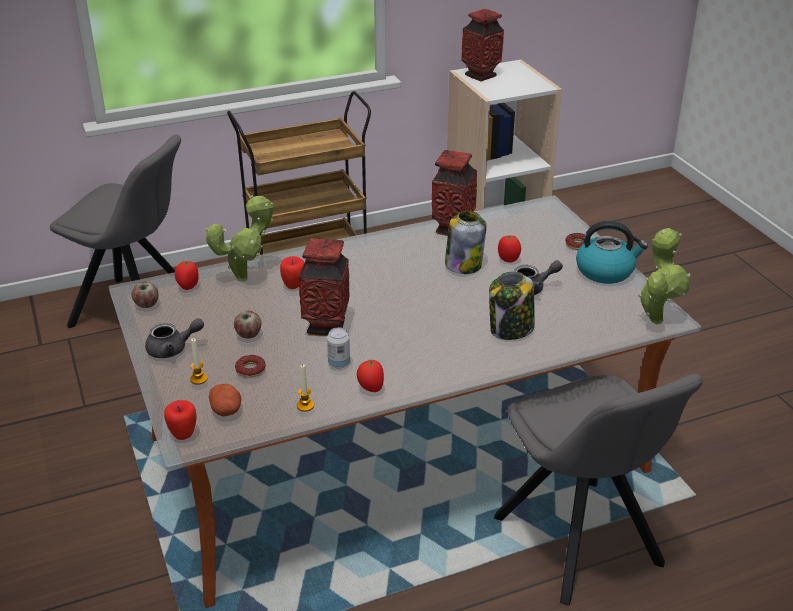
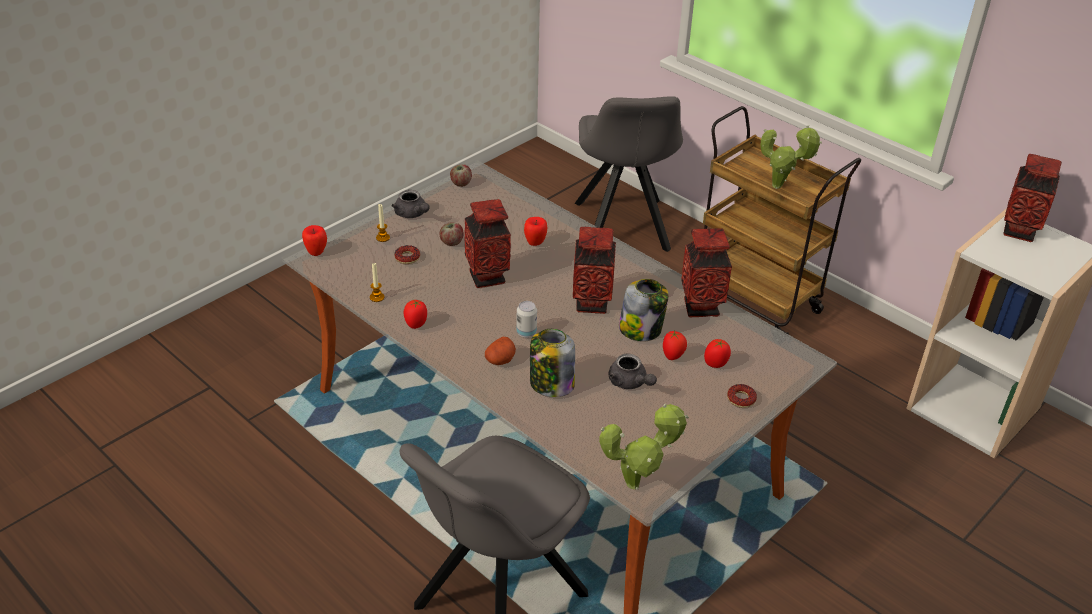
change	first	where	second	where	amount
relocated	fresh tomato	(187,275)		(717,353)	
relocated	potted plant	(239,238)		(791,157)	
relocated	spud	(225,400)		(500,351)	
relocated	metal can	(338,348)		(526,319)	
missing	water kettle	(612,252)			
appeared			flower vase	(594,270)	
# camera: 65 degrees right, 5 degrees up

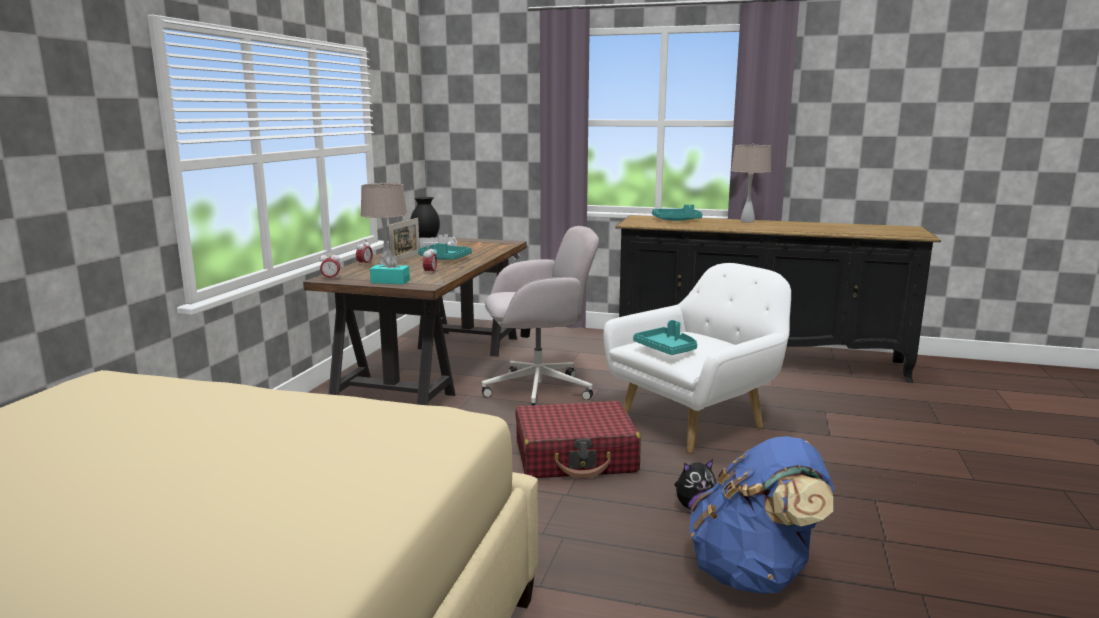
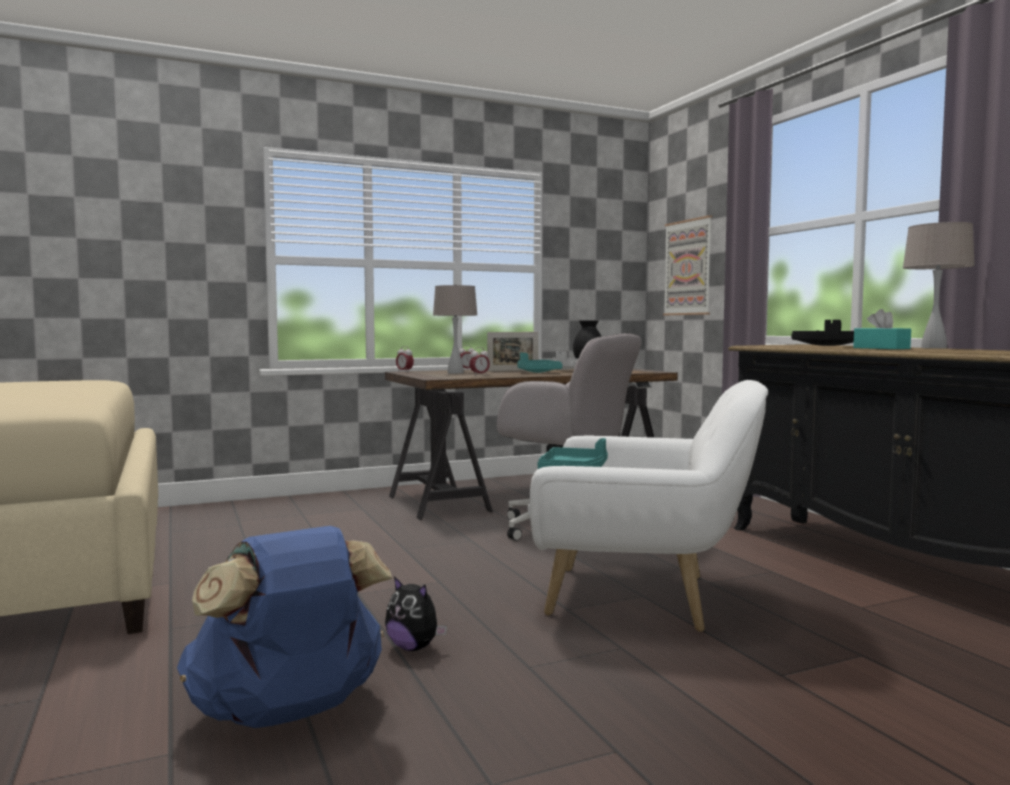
change	first	where	second	where	amount
relocated	blue-green box of tissues	(390,268)		(882,329)	
missing	red-coloured suitcase	(578,440)			
colour	blue-green tray	(677,212)	black tray	(823,333)	
appeared			wall art	(687,265)	
# camera: 50 degrees right, 10 degrees down

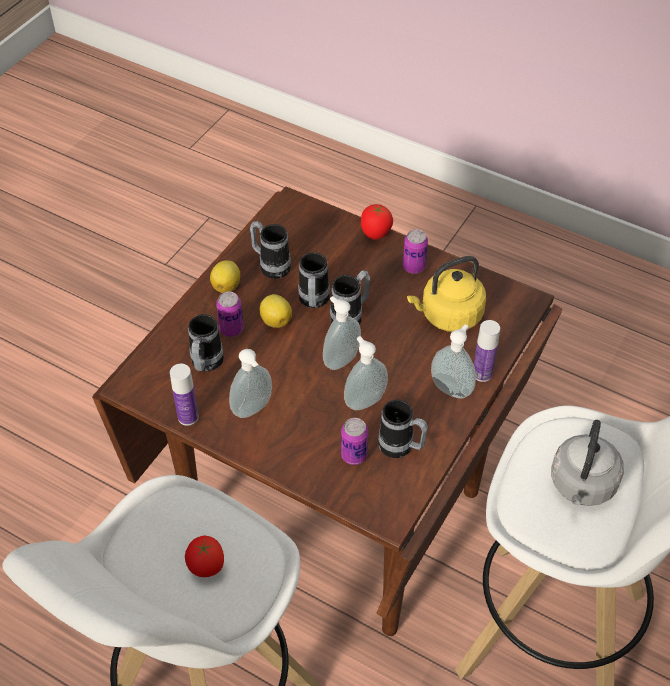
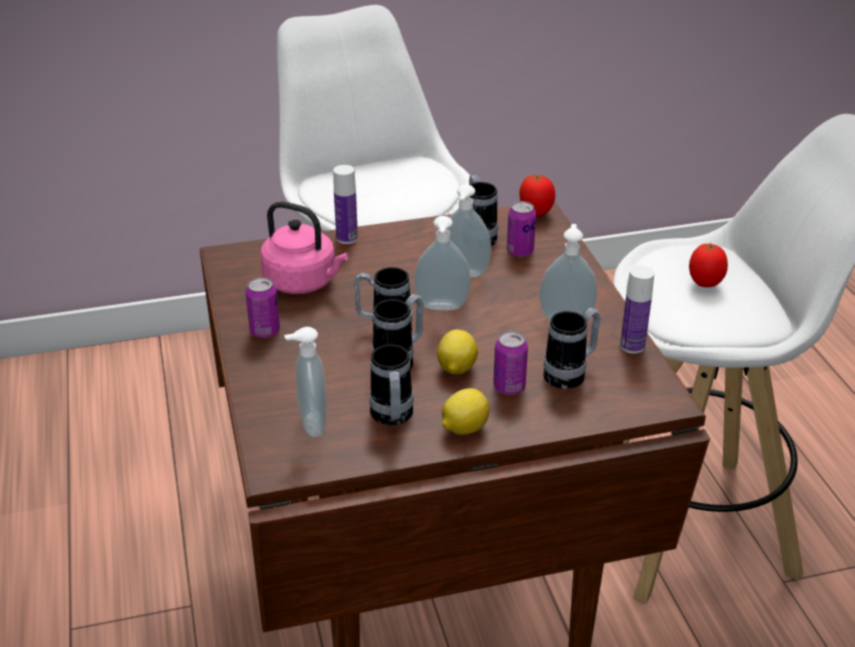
change	first	where	second	where	amount
relocated	fresh tomato	(377,222)		(537,195)	
colour	yellow water kettle	(446,294)	pink water kettle	(304,248)	
relocated	soap dispenser	(453,361)		(305,382)	
missing	greyish water kettle	(587,463)			
# camera: 135 degrees left, 15 degrees down

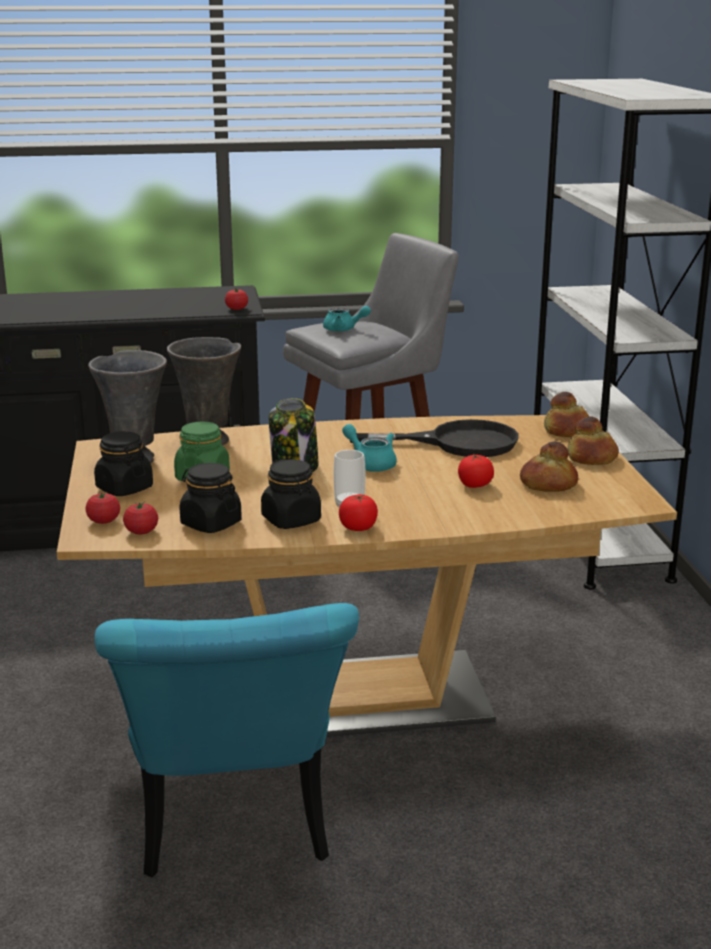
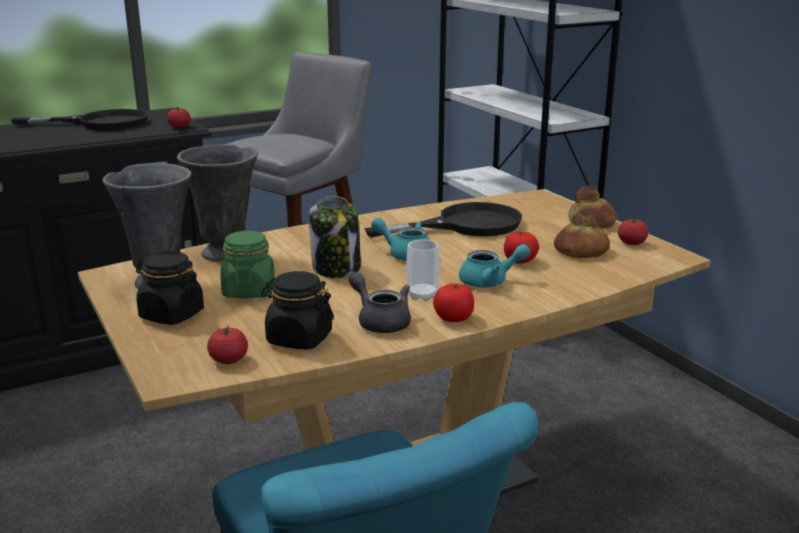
change	first	where	second	where	amount
relocated	fresh tomato	(103,507)		(633,231)	
exchanged	black jar	(291,494)	greyish teapot	(380,303)	
relocated	blue-green teapot	(347,319)		(495,266)	
missing	bread	(566,414)			
appeared			black skillet	(79,119)	
# camera: 20 degrees left, 0 degrees up

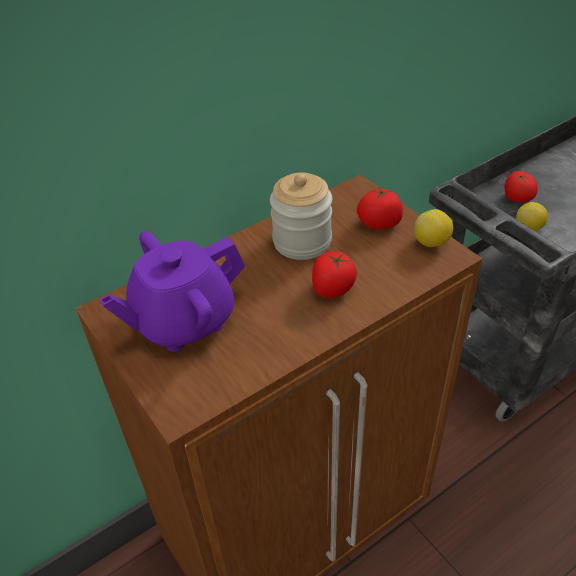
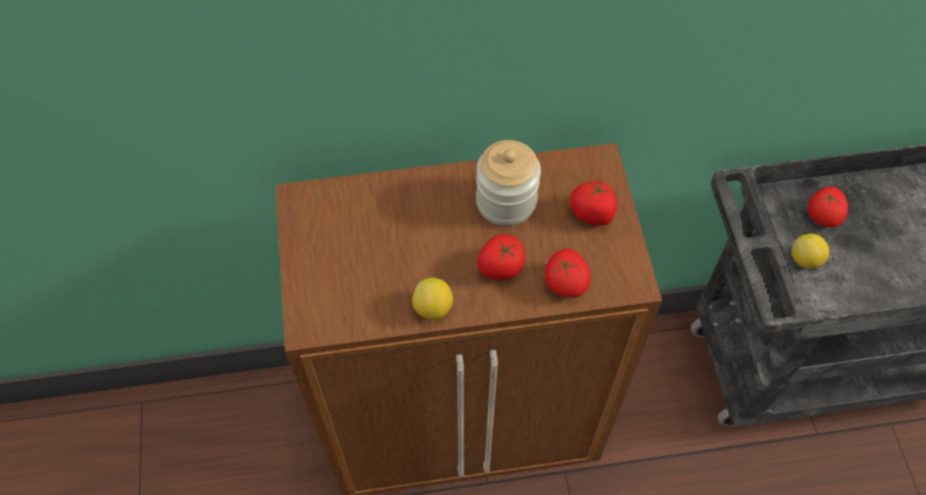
change	first	where	second	where	amount
missing	purplish teapot	(172,291)			
relocated	whole lemon	(434,228)		(432,298)	
appeared			fresh tomato	(567,273)	
# camera: 25 degrees right, 15 degrees up

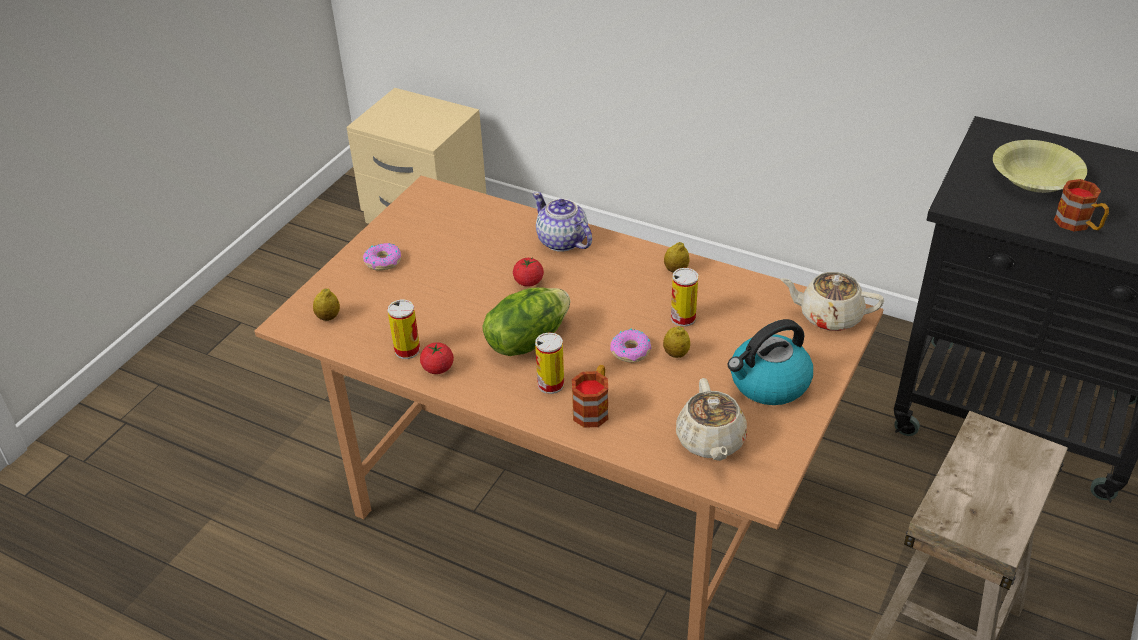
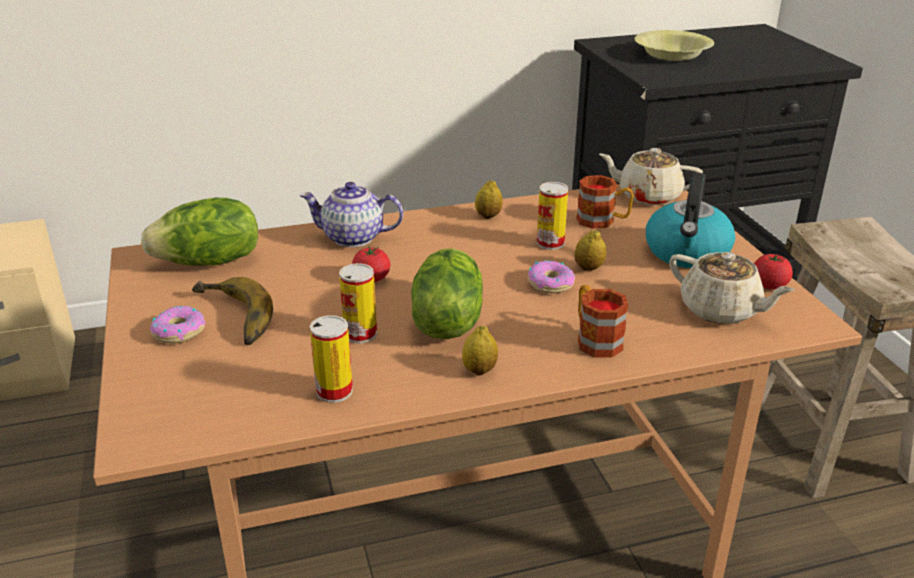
change	first	where	second	where	amount
relocated	whole lemon	(326,304)		(480,351)	
relocated	fresh tomato	(437,358)		(773,272)	
relocated	metal can	(549,363)		(358,303)	
spun	sand-coloured teapot	(832,301)		(651,176)	45 degrees clockwise
relocated	coffee mug	(1081,205)		(605,202)	
appeared			lettuce head	(199,232)	
appeared			banana	(232,311)	
# camera: 45 degrees left, 10 degrees down

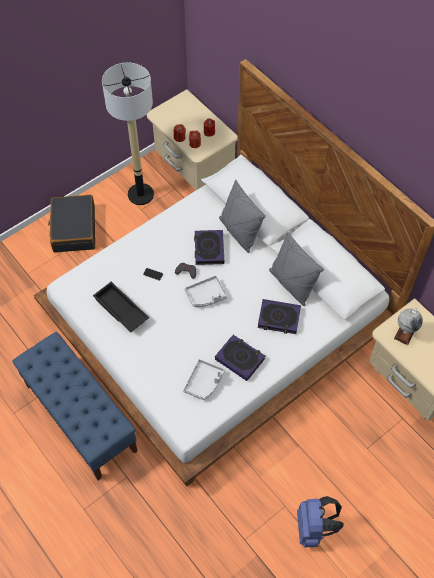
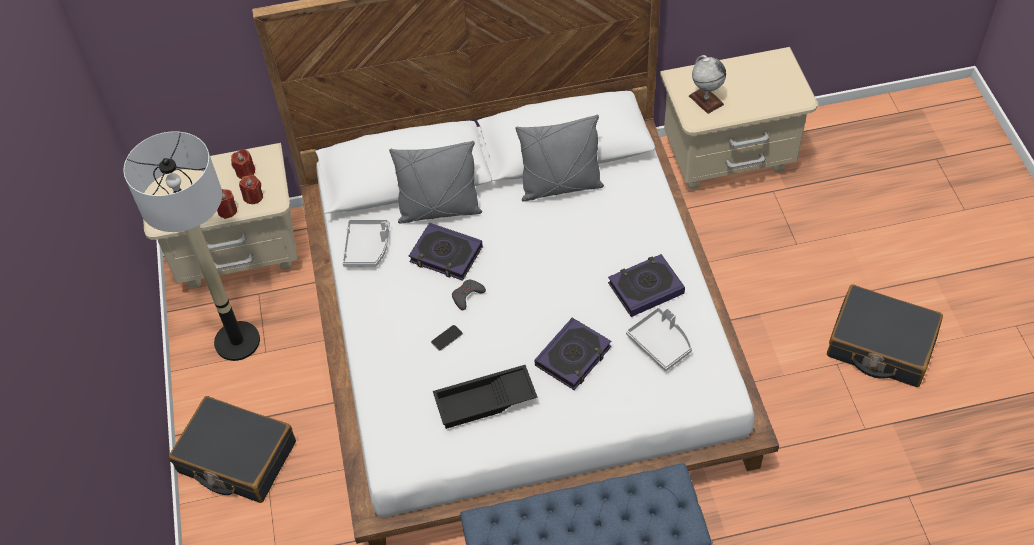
change	first	where	second	where	amount
relocated	greyish tray	(206,291)		(366,243)	
relocated	bound book	(279,316)		(573,354)	
exchanged	blue knapsack	(320,521)	black suitcase	(885,335)	
# camera: 60 degrees left, 5 degrees down

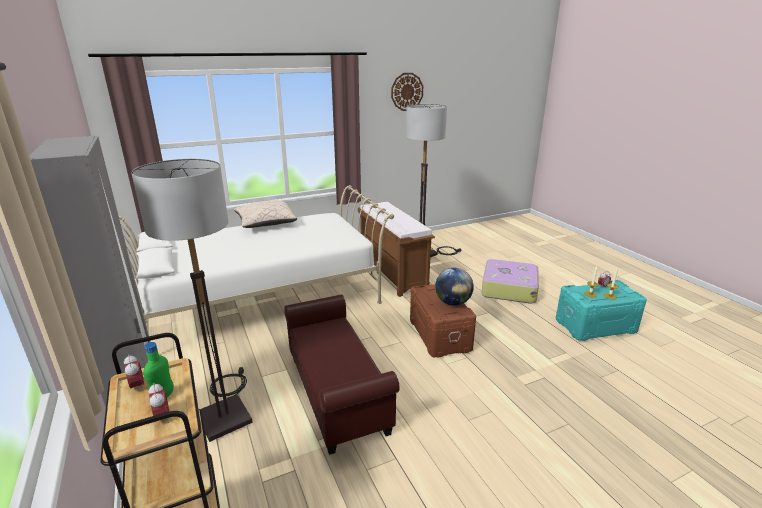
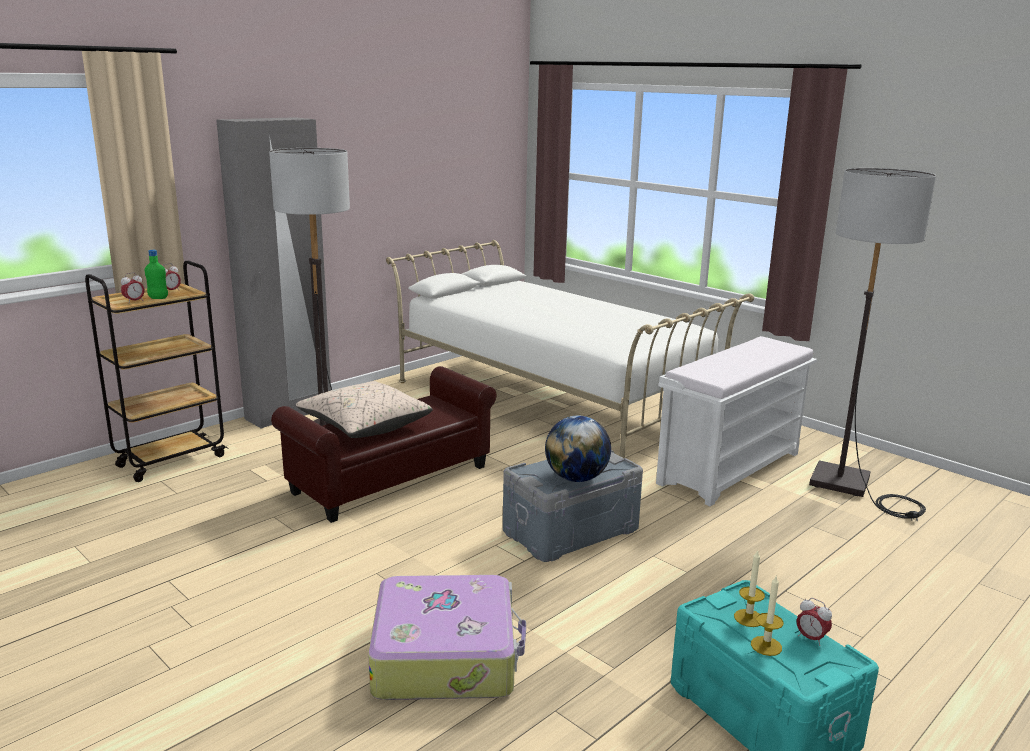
change	first	where	second	where	amount
relocated	sand-coloured cushion	(265,214)		(364,409)	
colour	brown-coloured indoor bench	(396,249)	white-coloured indoor bench	(736,421)	
missing	clock on the wall	(407,92)			
colour	brown-coloured storage container	(443,321)	greyish storage container	(573,506)	
relocated	suitcase	(510,281)		(447,637)	
# camera: 70 degrees right, 5 degrees down

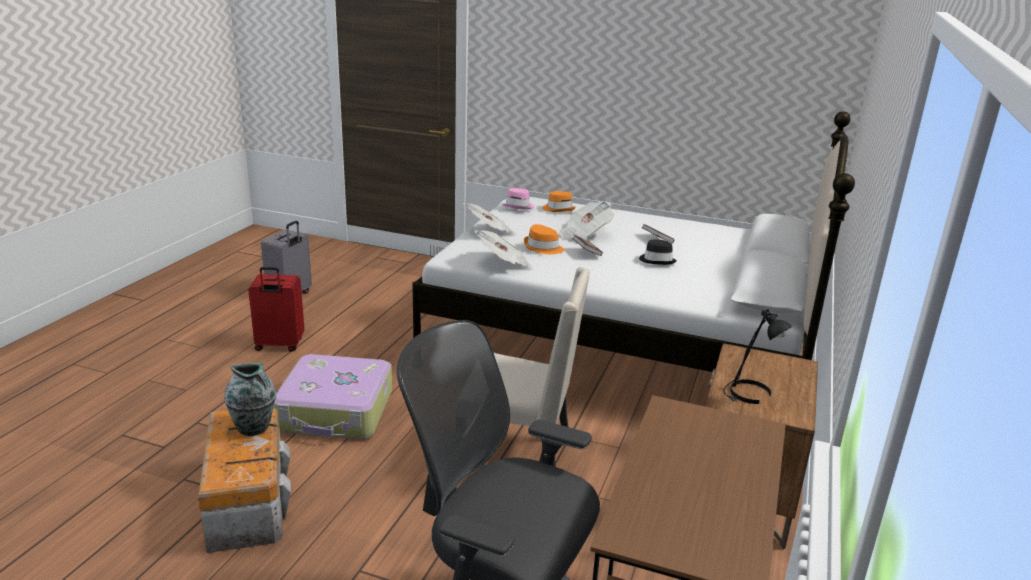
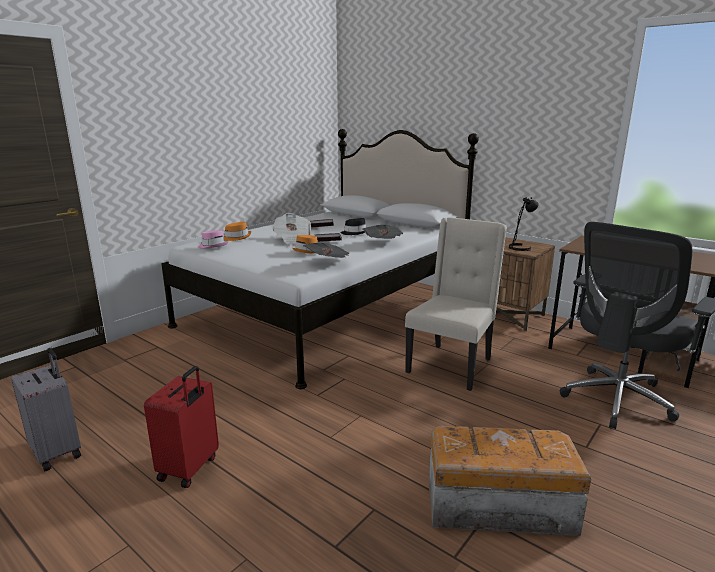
change	first	where	second	where	amount
missing	flower vase	(250,399)			
missing	suitcase	(332,396)			
relocated	daily paper	(489,218)		(383,232)	
# camera: 70 degrees left, 5 degrees down

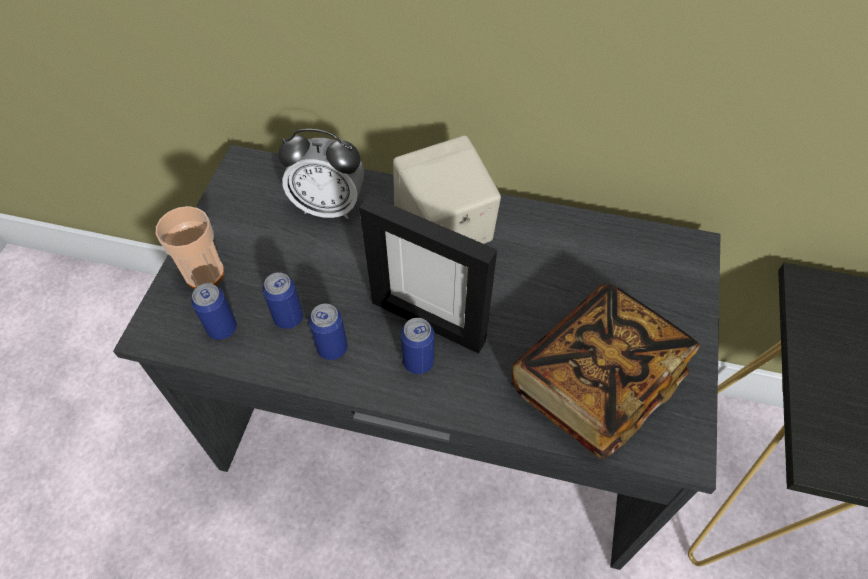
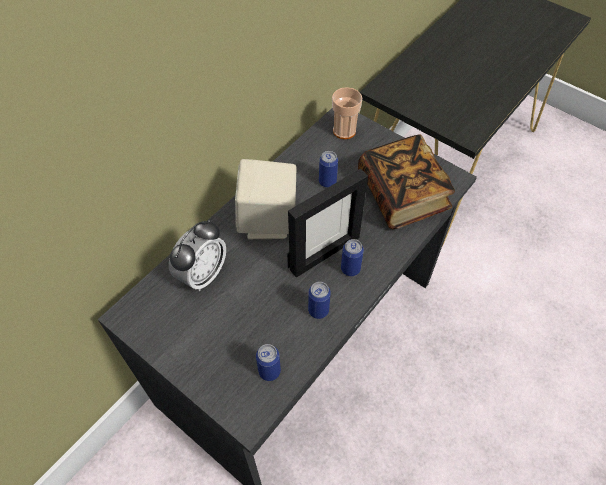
change	first	where	second	where	amount
relocated	drinking cup	(190,247)		(347,113)	
relocated	metal can	(283,300)		(328,169)	
# camera: 65 degrees left, 0 degrees up

